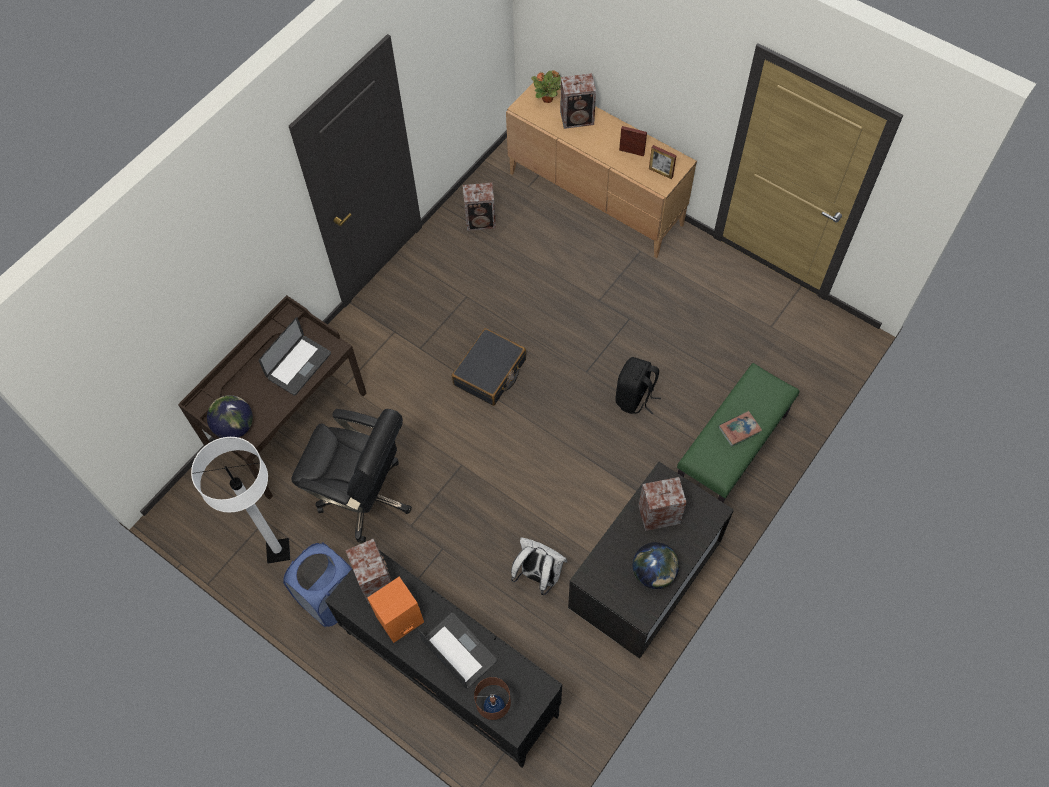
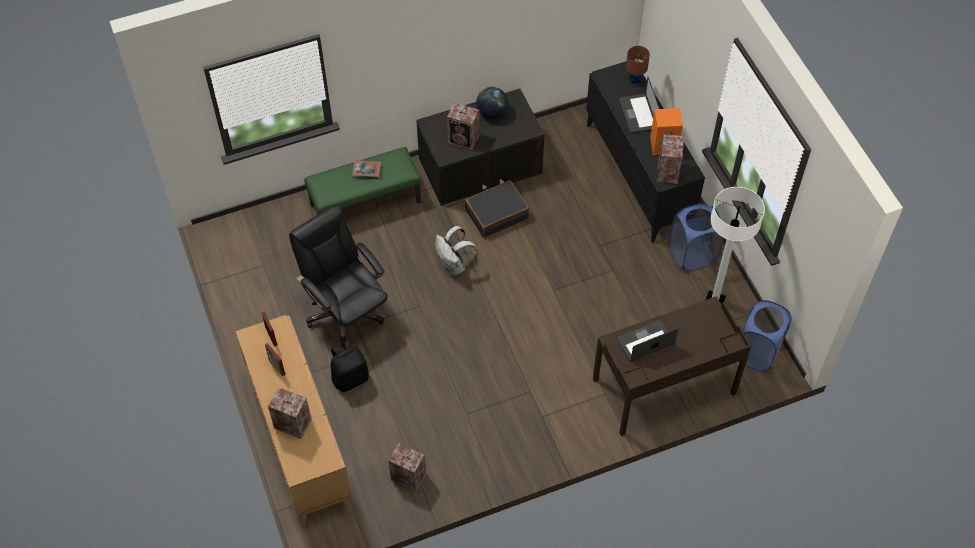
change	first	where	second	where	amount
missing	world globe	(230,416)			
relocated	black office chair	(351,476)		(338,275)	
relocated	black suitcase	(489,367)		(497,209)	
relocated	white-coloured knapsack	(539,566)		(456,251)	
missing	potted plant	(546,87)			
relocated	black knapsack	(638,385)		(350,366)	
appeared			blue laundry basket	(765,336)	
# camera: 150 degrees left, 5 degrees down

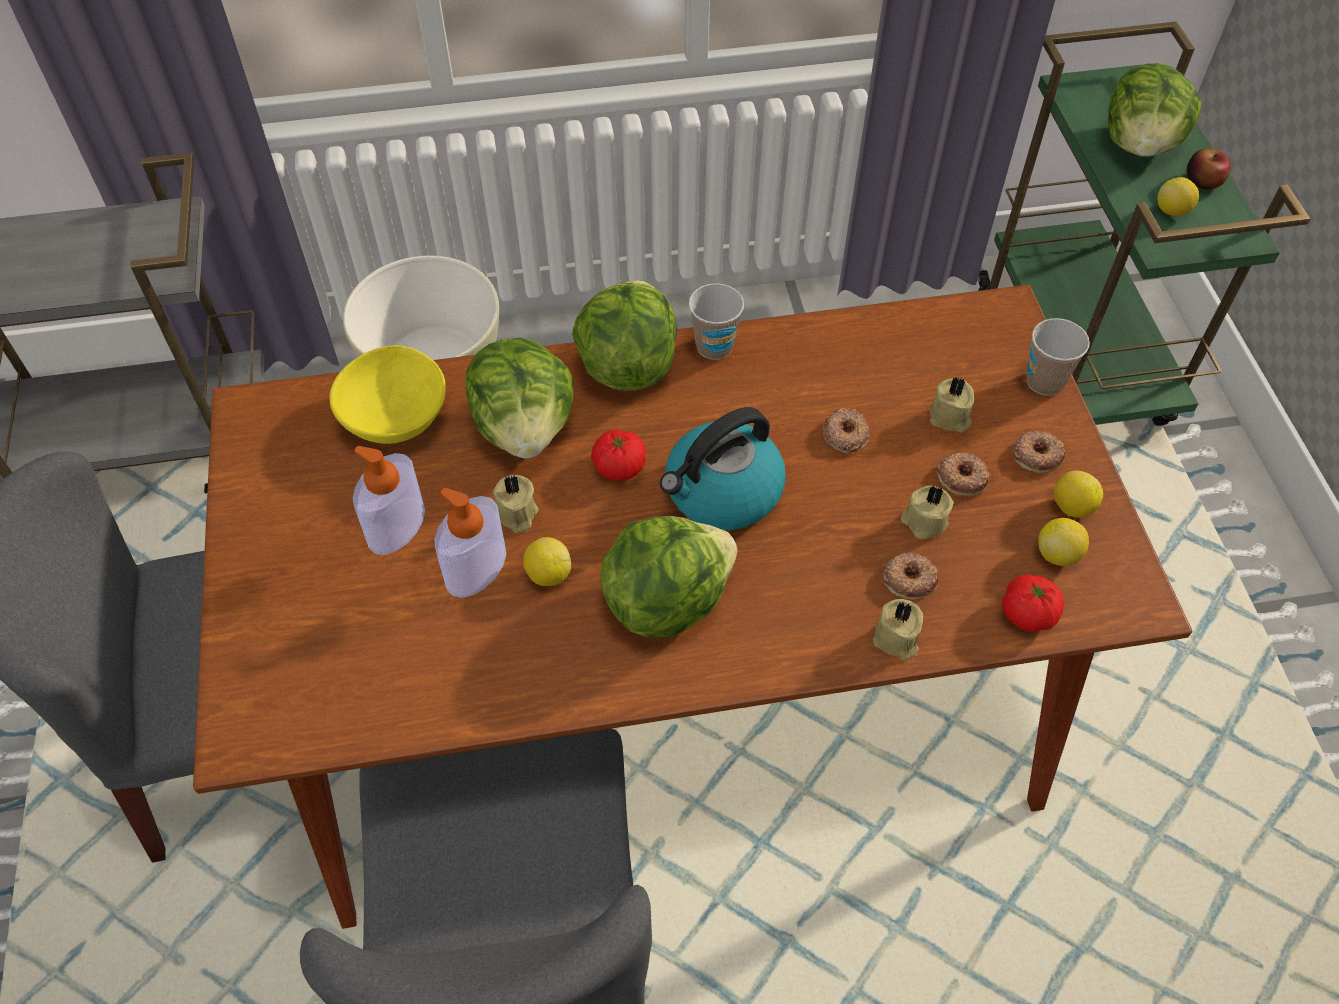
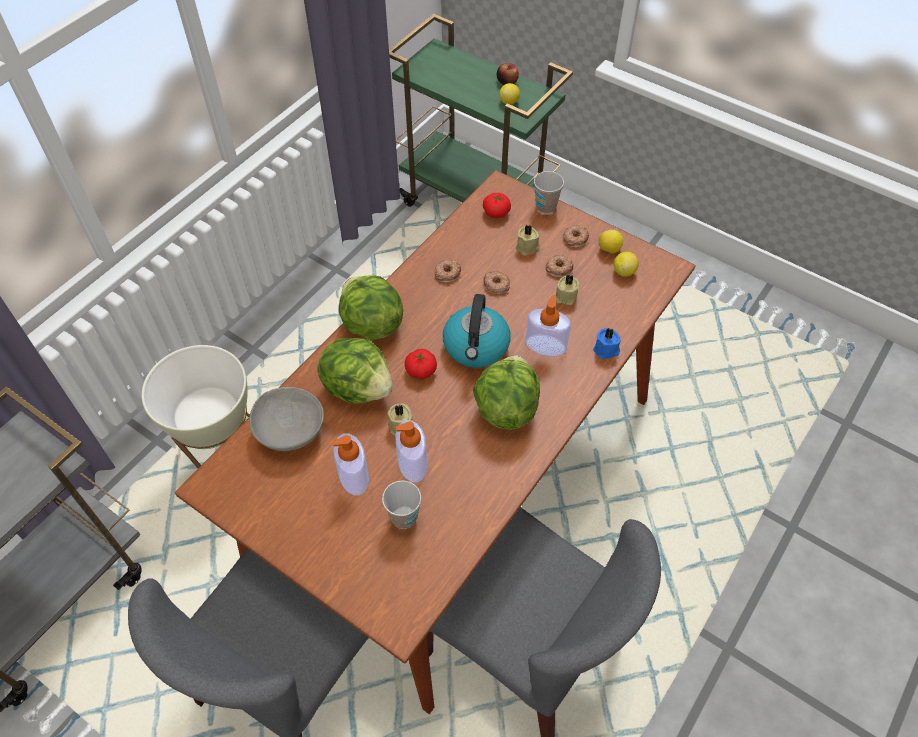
change	first	where	second	where	amount
colour	yellow deep dish	(388,394)	greyish deep dish	(286,419)	
missing	whole lemon	(547,561)			
relocated	drinking cup	(716,321)		(401,505)	
colour	sand-coloured wax candle	(898,629)	blue wax candle	(607,343)	
relocated	donut	(910,576)		(447,271)	
relocated	fresh tomato	(1033,603)		(497,205)	
missing	lettuce head	(1154,110)			
appeared			soap dispenser	(548,325)	
# camera: 45 degrees left, 0 degrees up

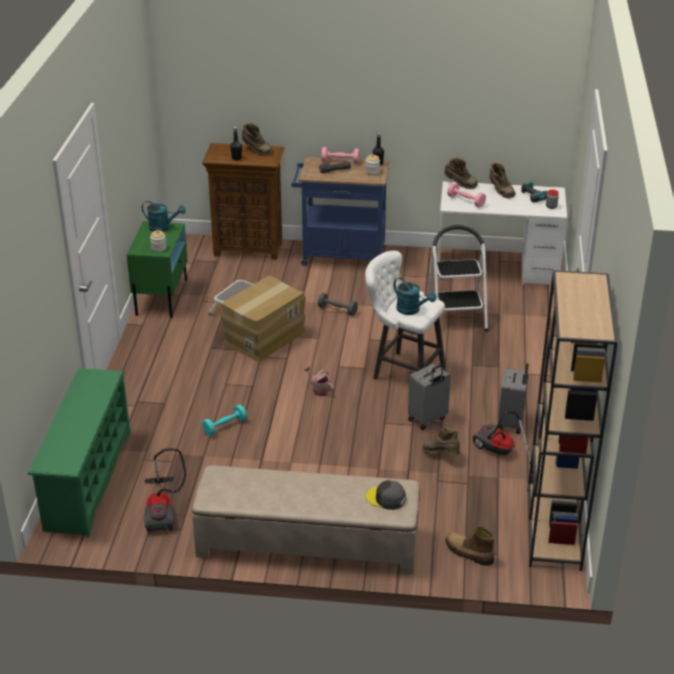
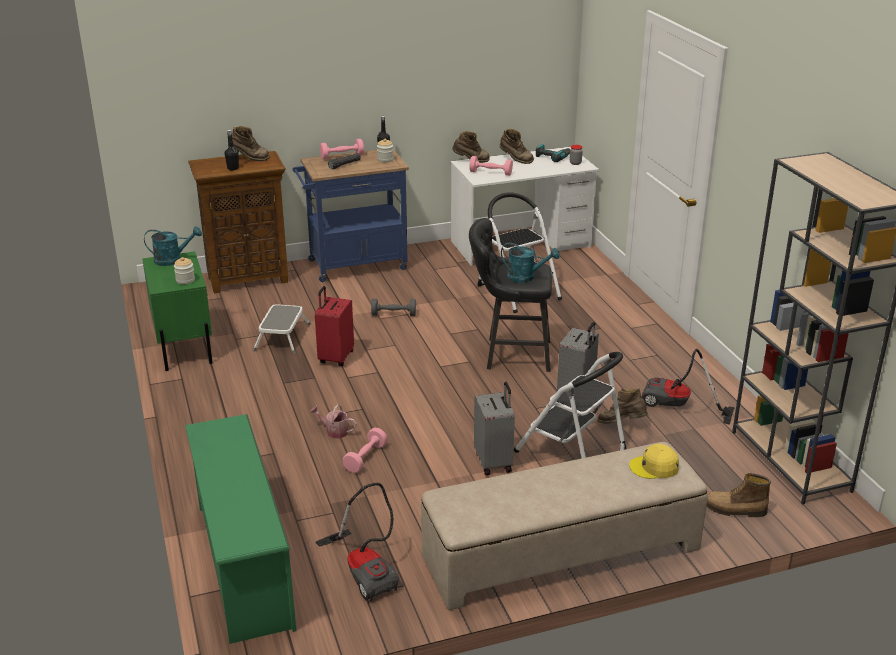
change	first	where	second	where	amount
colour	blue-green dumbbell	(224,420)	pink dumbbell	(365,450)	
exchanged	cardboard box	(264,319)	red-coloured suitcase	(334,326)	
relocated	sprinkling can	(319,381)		(333,421)	
colour	white-coloured sitting stool	(405,315)	black sitting stool	(510,295)	
colour	greyish baseball cap	(386,495)	yellow baseball cap	(654,461)	
relocated	greyish suitcase	(513,398)		(494,429)	
appeared			step ladder	(570,405)	
# camera: 25 degrees left, 5 degrees down

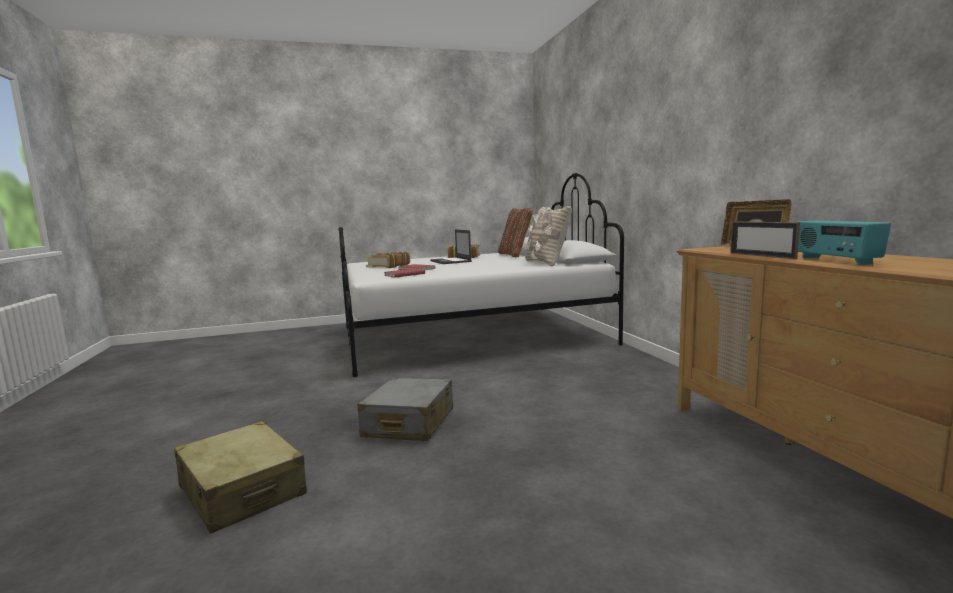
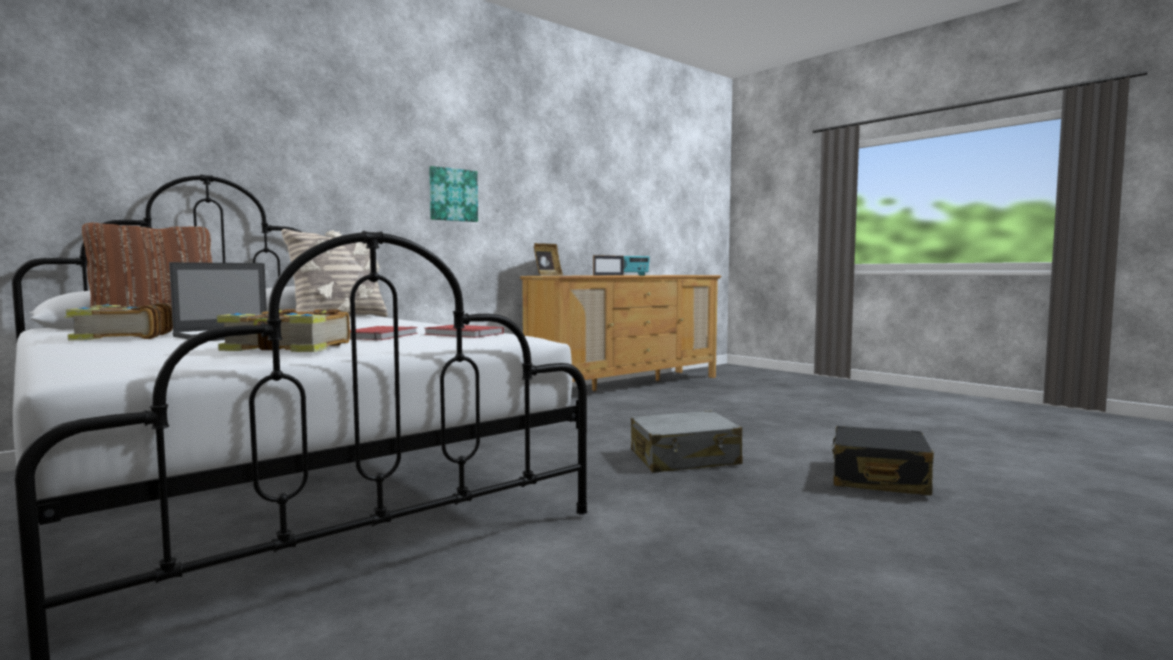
change	first	where	second	where	amount
colour	sand-coloured suitcase	(240,477)	black suitcase	(882,460)	
appeared			wall art	(453,194)	
# camera: 115 degrees left, 5 degrees down

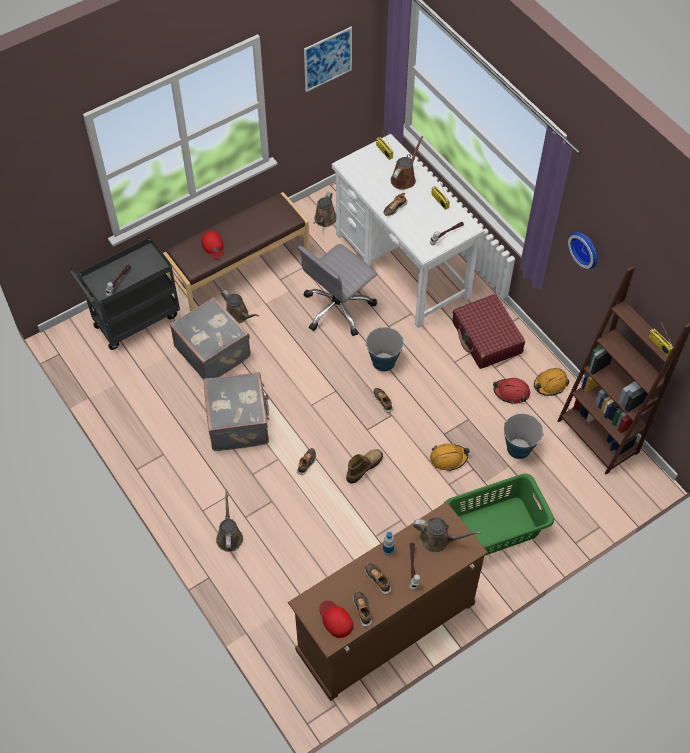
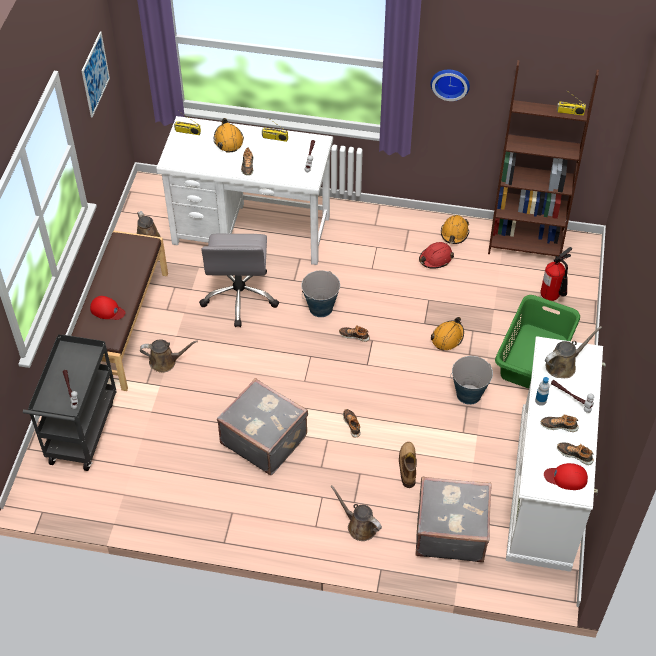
change	first	where	second	where	amount
relocated	greyish suitcase	(210,338)		(453,519)	
colour	brown-coloured cupboard	(388,601)	white-coloured cupboard	(556,454)	
relocated	boot	(364,466)		(408,465)	
exchanged	brown-coloured sprinkling can	(407,163)	orange work helmet	(229,135)	
missing	red-coloured suitcase	(488,331)			
relocated	pail	(523,436)		(471,380)	
appeared			fire extinguisher	(556,274)	
# camera: 45 degrees left, 5 degrees down

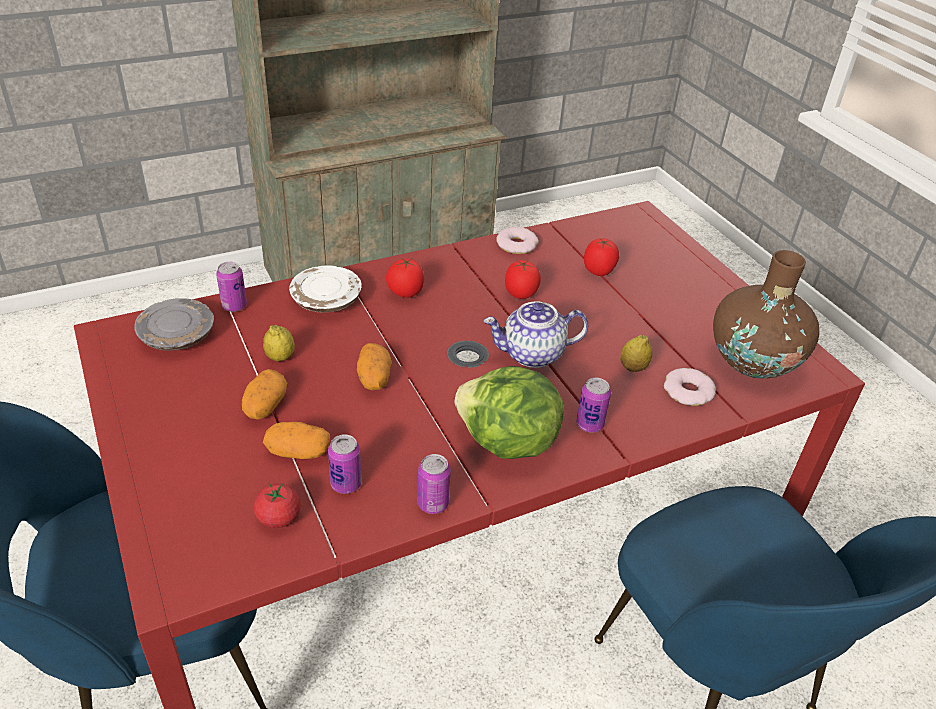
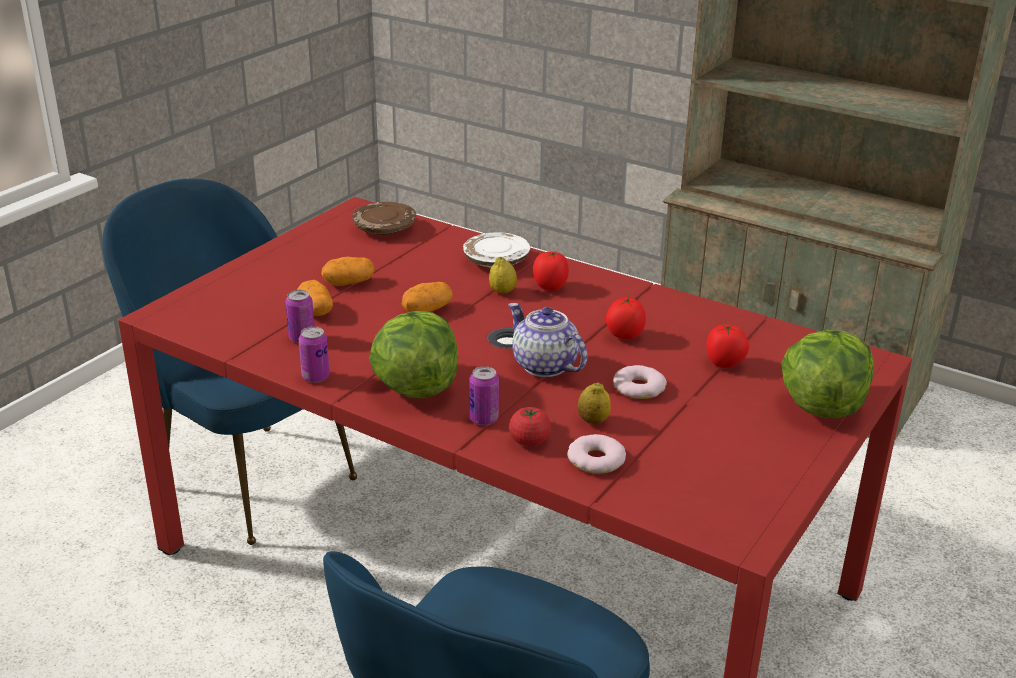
change	first	where	second	where	amount
colour	greyish dinner plate	(174,324)	brown-coloured dinner plate	(384,218)	
missing	metal can	(231,287)			
relocated	fresh tomato	(277,505)		(530,426)	
relocated	whole lemon	(279,343)		(503,275)	
relocated	donut	(517,240)		(640,382)	
missing	brown-coloured flower vase	(766,314)			
appeared			lettuce head	(827,374)	
# camera: 60 degrees right, 10 degrees down

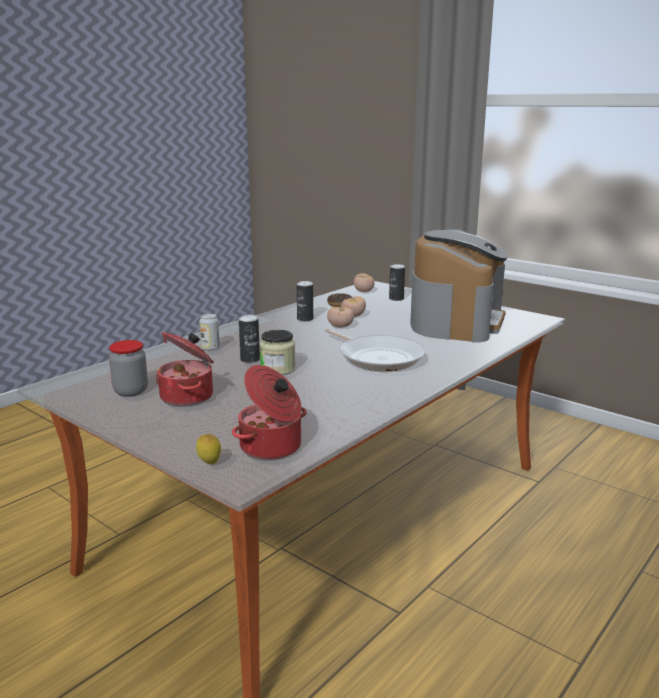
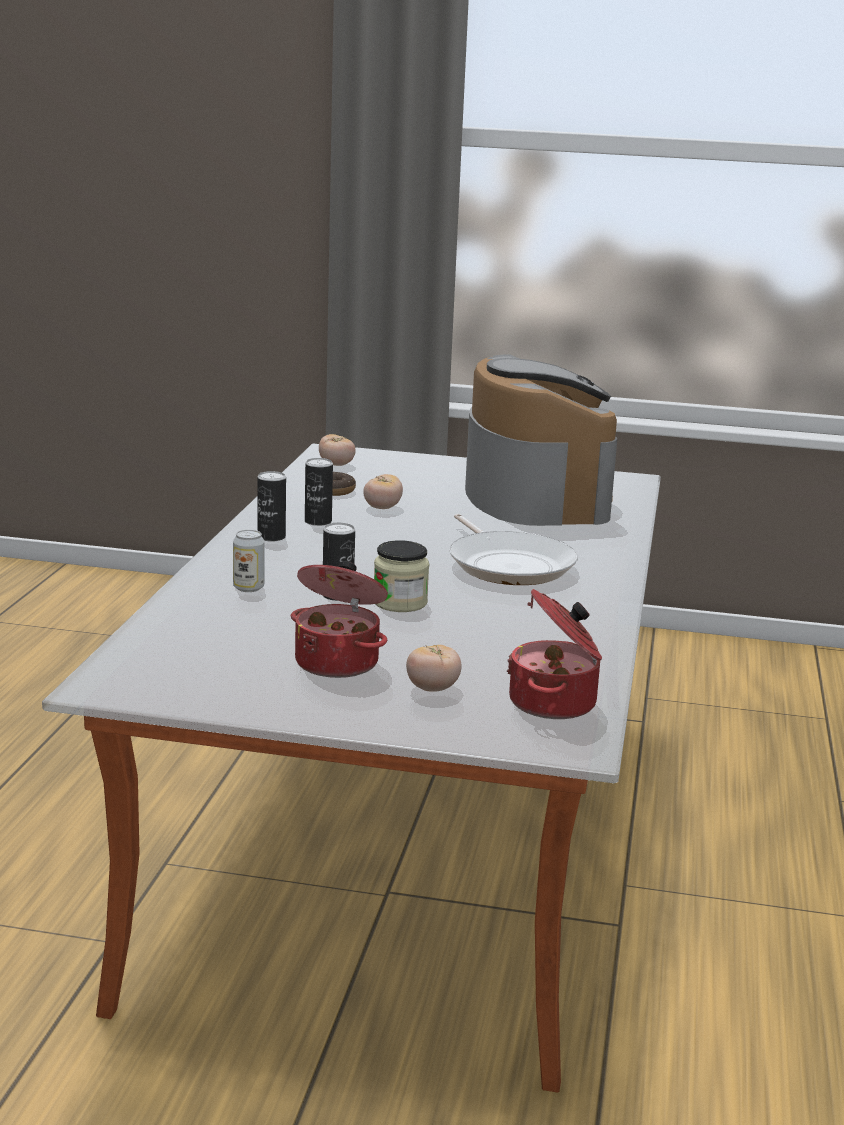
change	first	where	second	where	amount
missing	jar	(128,368)			
missing	whole lemon	(208,449)			
spun	skillet	(375,350)		(513,549)	45 degrees clockwise
relocated	fresh tomato	(340,317)		(433,668)	
relocated	metal can	(397,282)		(271,506)	
# camera: 30 degrees left, 0 degrees up

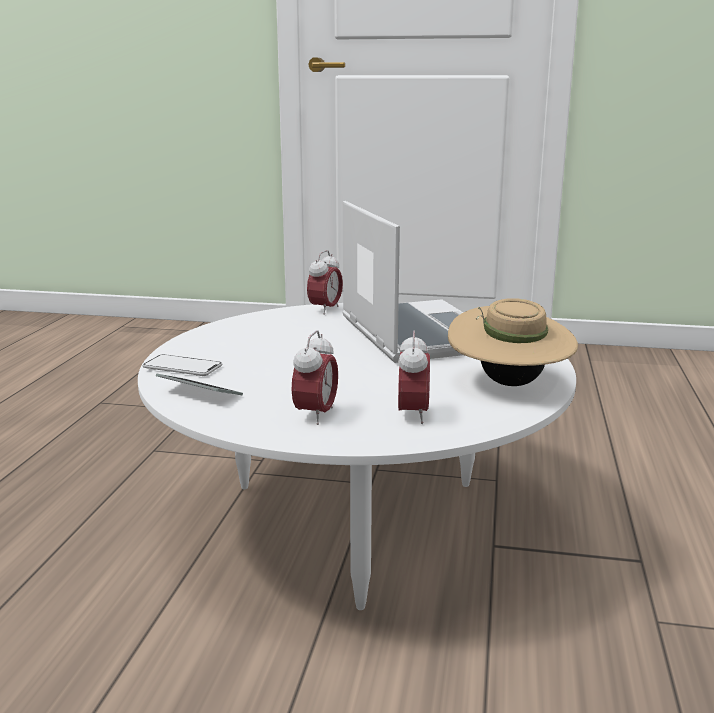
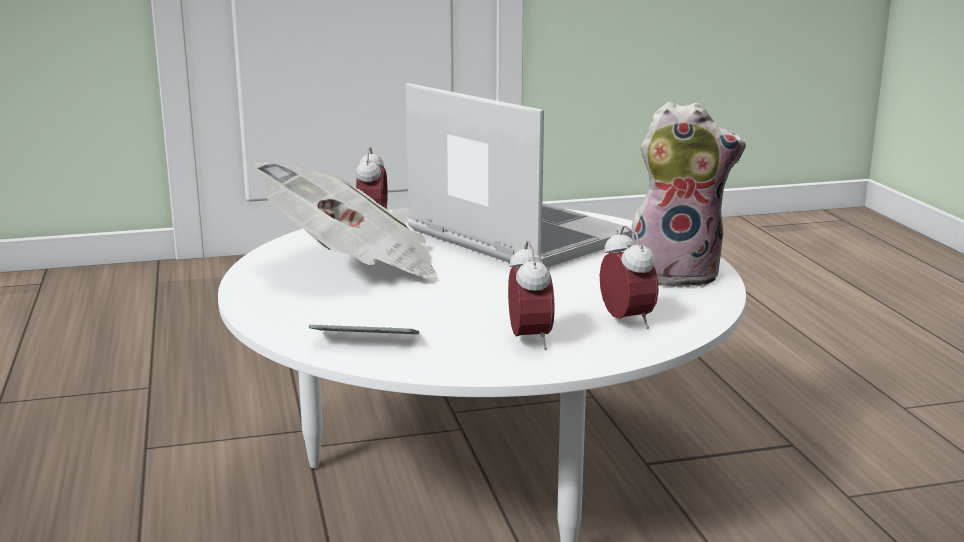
change	first	where	second	where	amount
missing	telephone	(182,365)			
exchanged	sand-coloured hat	(513,342)	cuddly toy	(689,194)	
appeared			daily paper	(346,220)	
# camera: 25 degrees left, 0 degrees up

